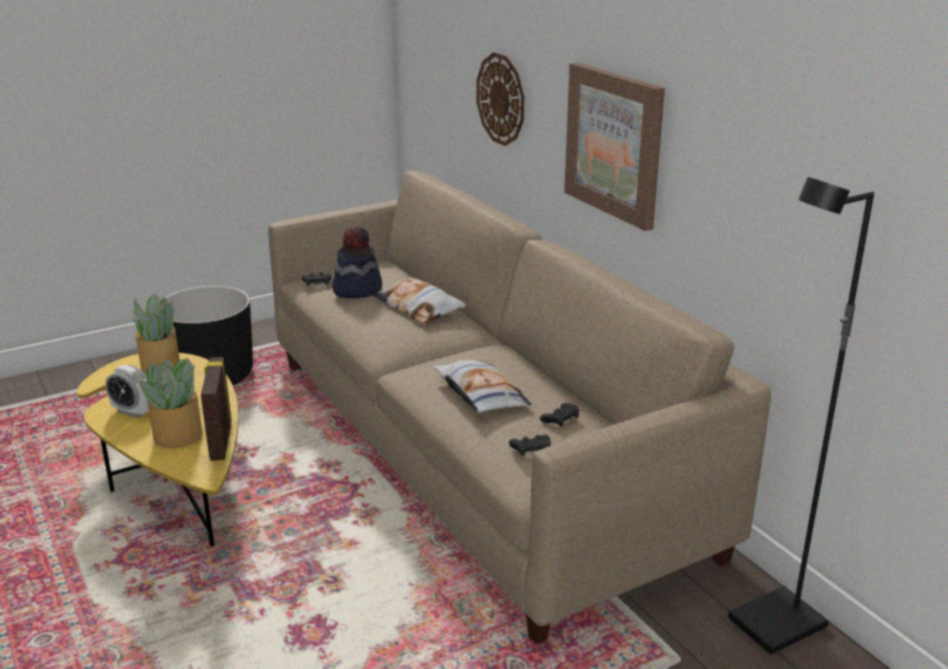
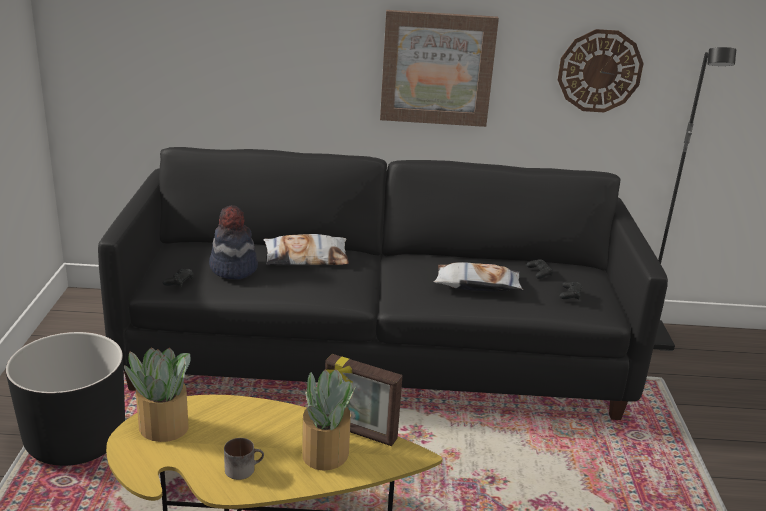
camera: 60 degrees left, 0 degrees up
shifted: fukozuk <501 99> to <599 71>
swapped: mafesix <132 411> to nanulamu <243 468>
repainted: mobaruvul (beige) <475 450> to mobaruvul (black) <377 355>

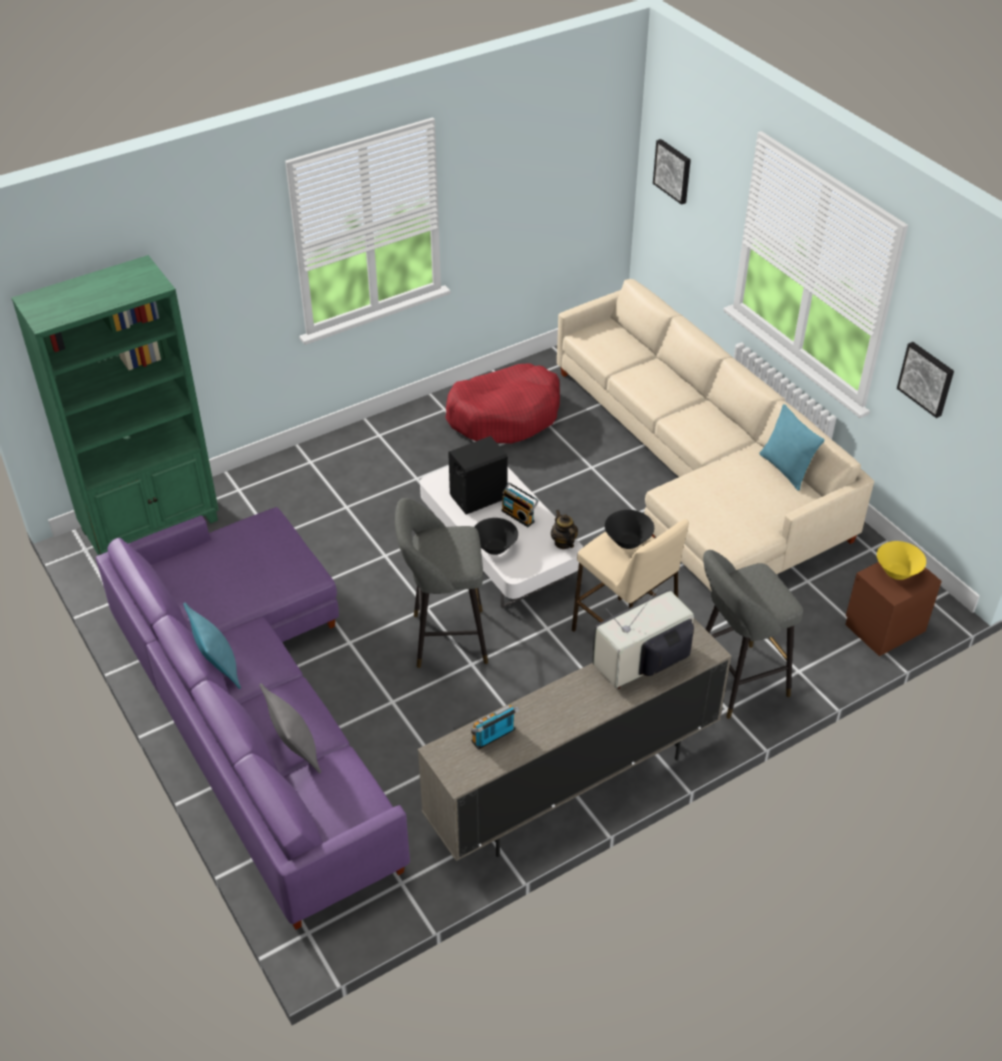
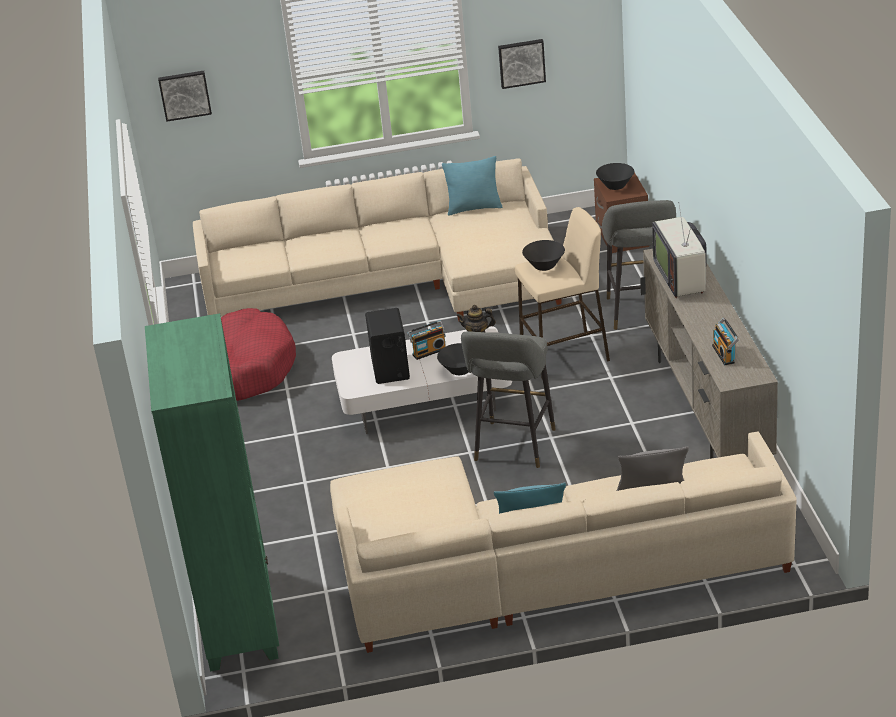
camera: 65 degrees left, 10 degrees down
repainted: mobaruvul (purple) <255 710> to mobaruvul (beige) <538 570>; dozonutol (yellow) <897 572> to dozonutol (black) <615 186>

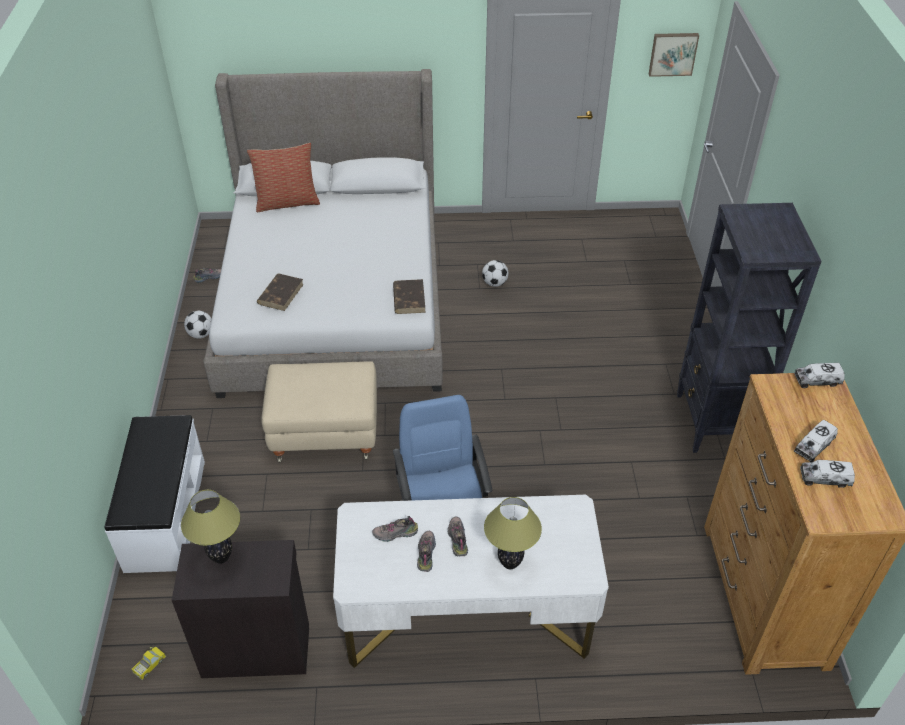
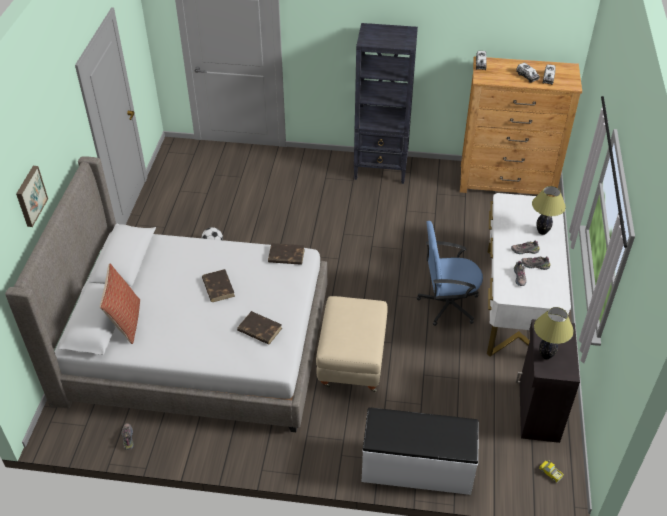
camera: 80 degrees left, 0 degrees up
gone: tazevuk <201 334>
new: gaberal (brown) <218 287>
shifted: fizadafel <672 53> to <30 196>

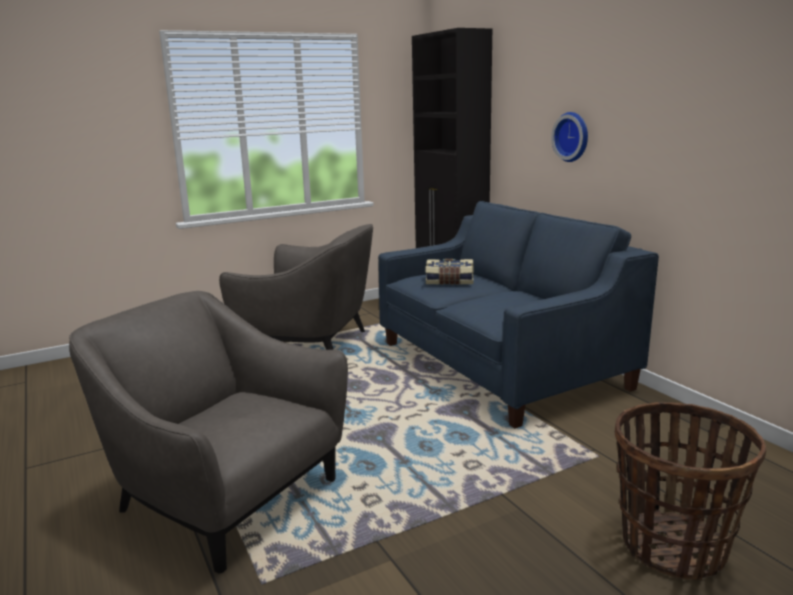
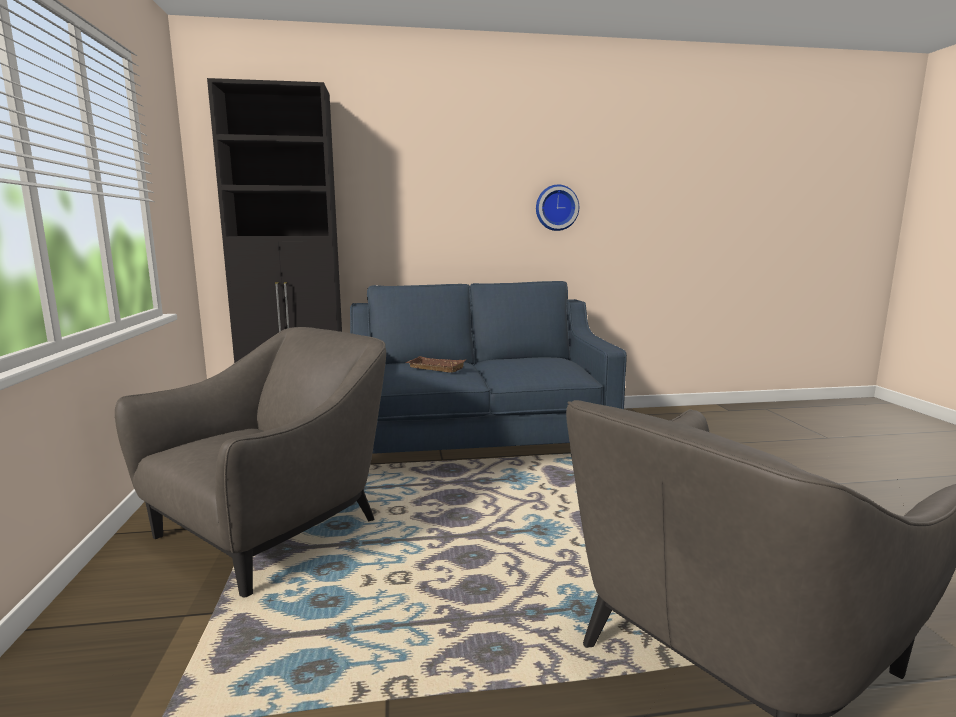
camera: 70 degrees left, 5 degrees down
gone: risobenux <673 546>
shifted: fukozuk <573 137> to <556 208>
swapped: gaberal <449 281> to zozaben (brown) <434 368>

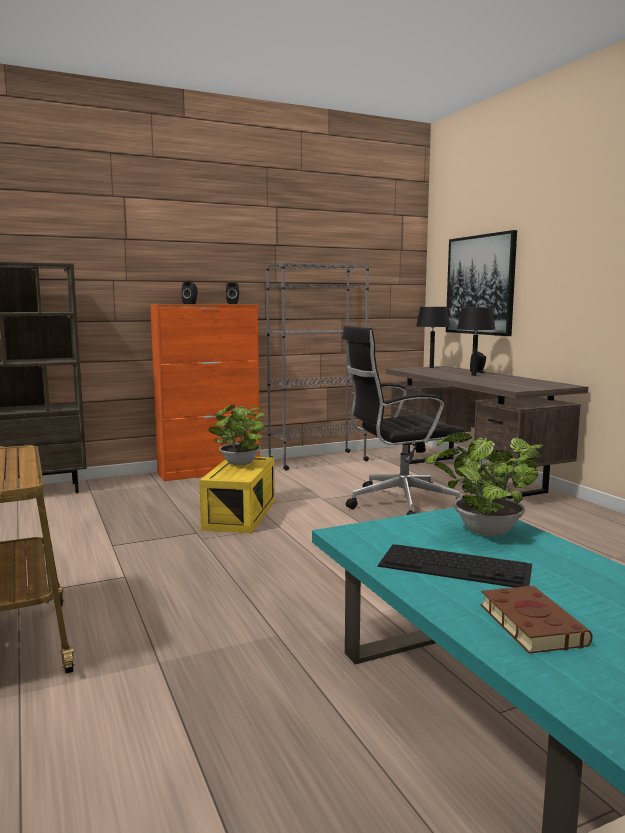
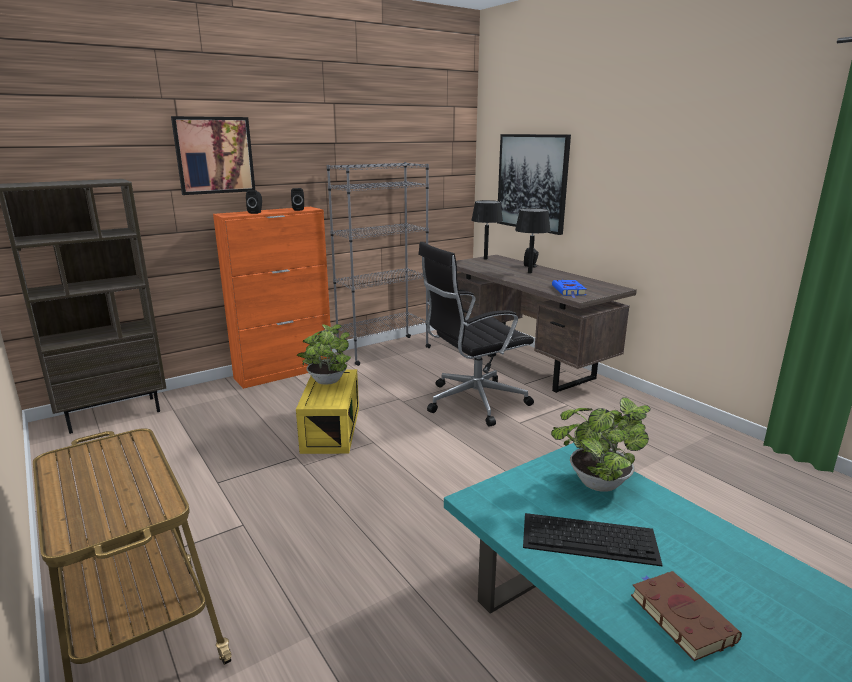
camera: 10 degrees left, 10 degrees up
new: fizadafel <214 155>; gaberal (blue) <569 291>

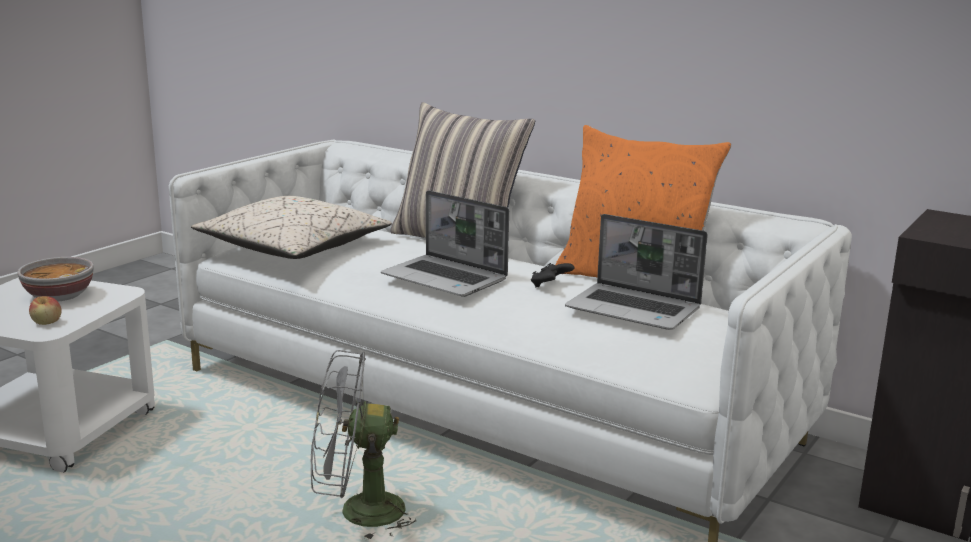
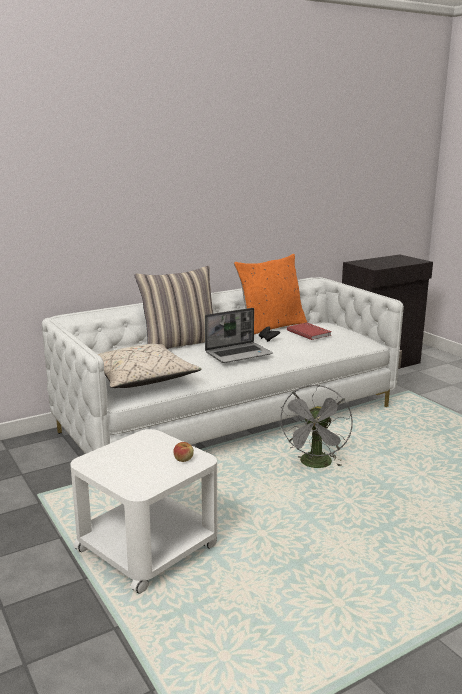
camera: 65 degrees left, 0 degrees up
gone: dozonutol <58 296>
swapped: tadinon <635 309> to gaberal (red) <309 332>

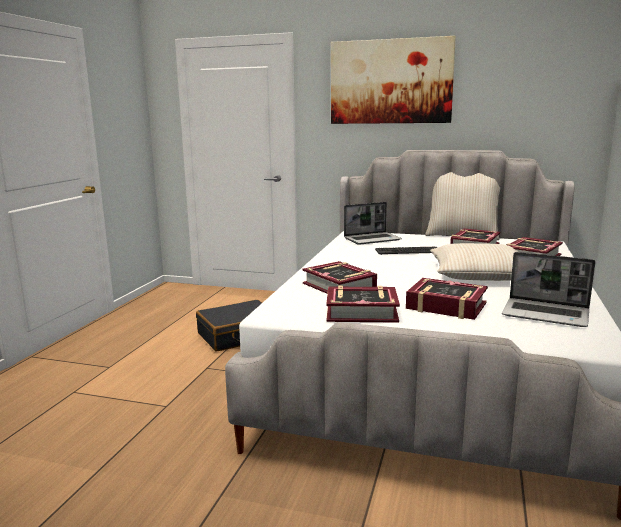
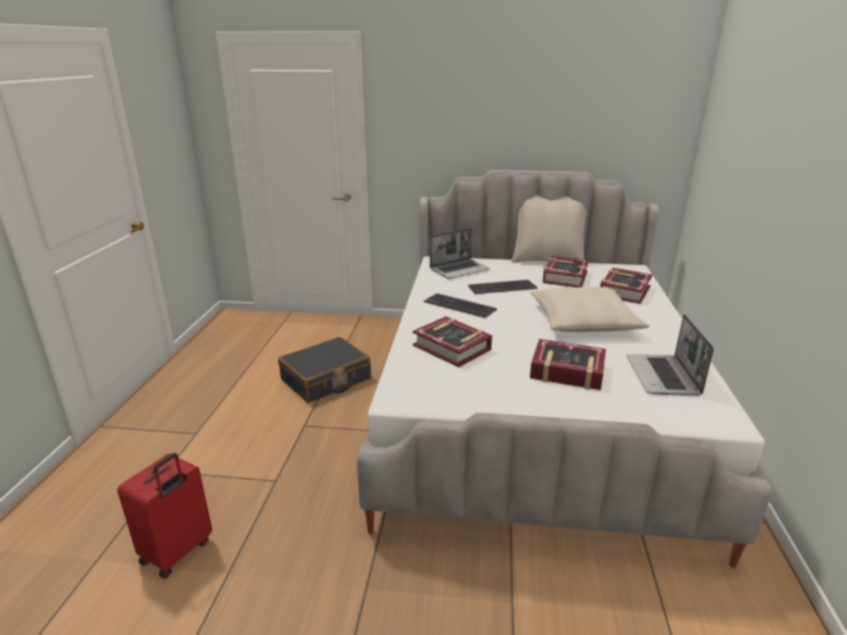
camera: 10 degrees left, 10 degrees up
gone: fizadafel <390 82>; gaberal <361 312>
new: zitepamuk <460 306>; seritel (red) <178 552>
rotated: tadinon <546 314> = <663 377> 75 degrees clockwise

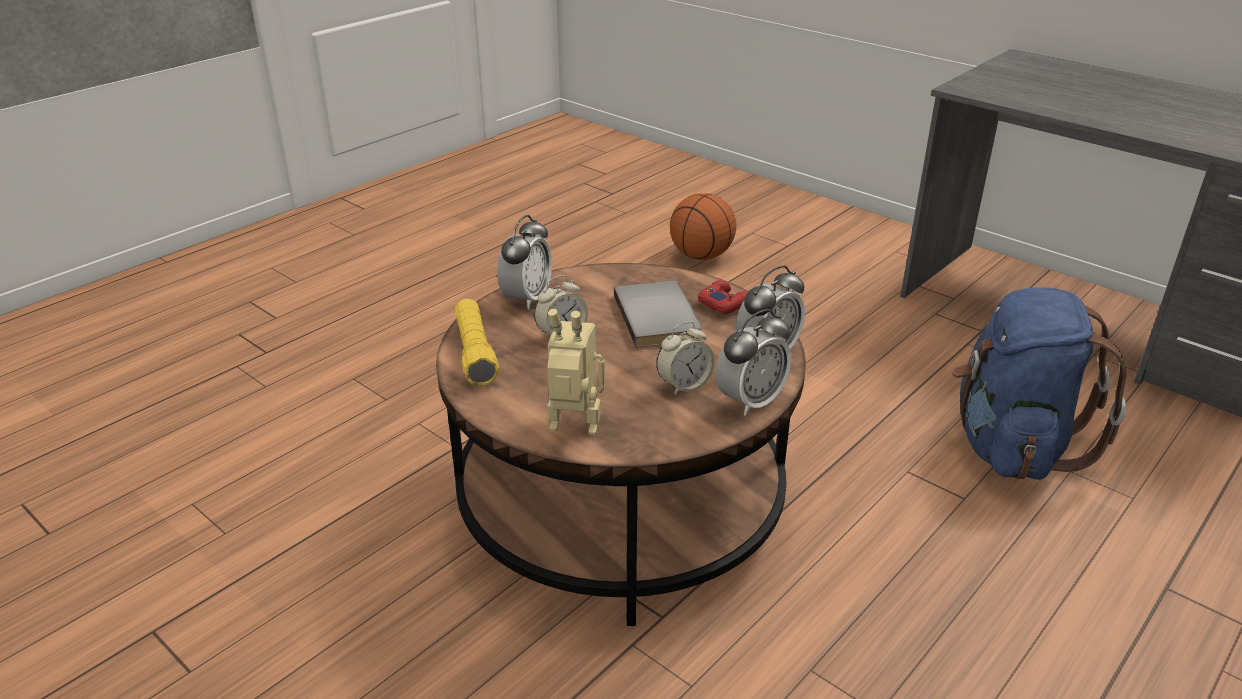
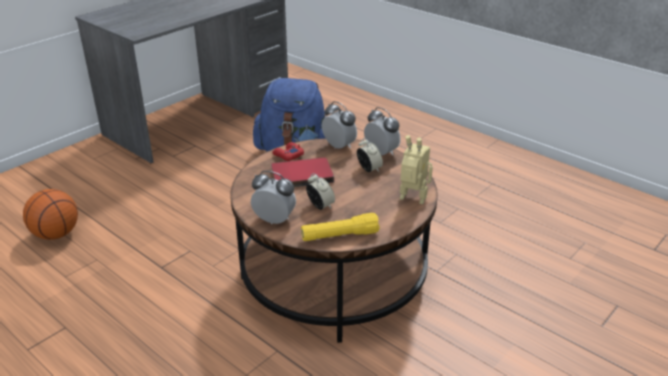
camera: 90 degrees left, 0 degrees up
repainted: gaberal (grey) <660 317> to gaberal (red) <301 174>
rotated: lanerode <573 430> = <411 200> 105 degrees clockwise

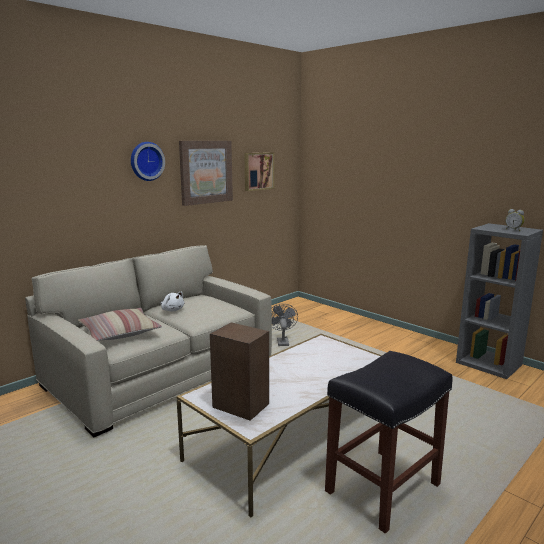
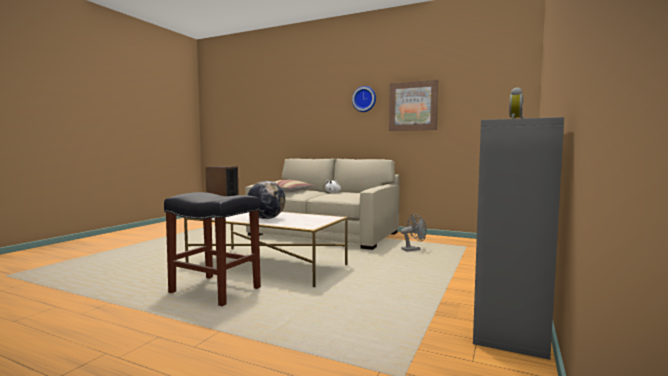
camera: 70 degrees right, 10 degrees down
gone: fizadafel <258 171>
new: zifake <266 218>

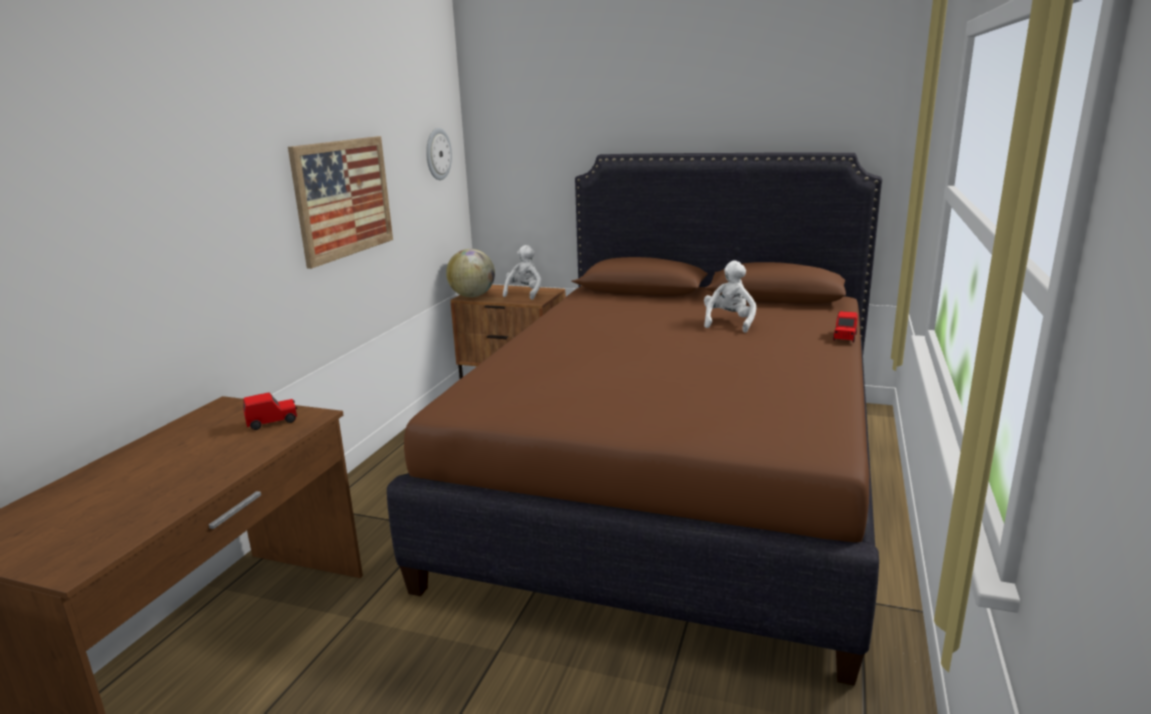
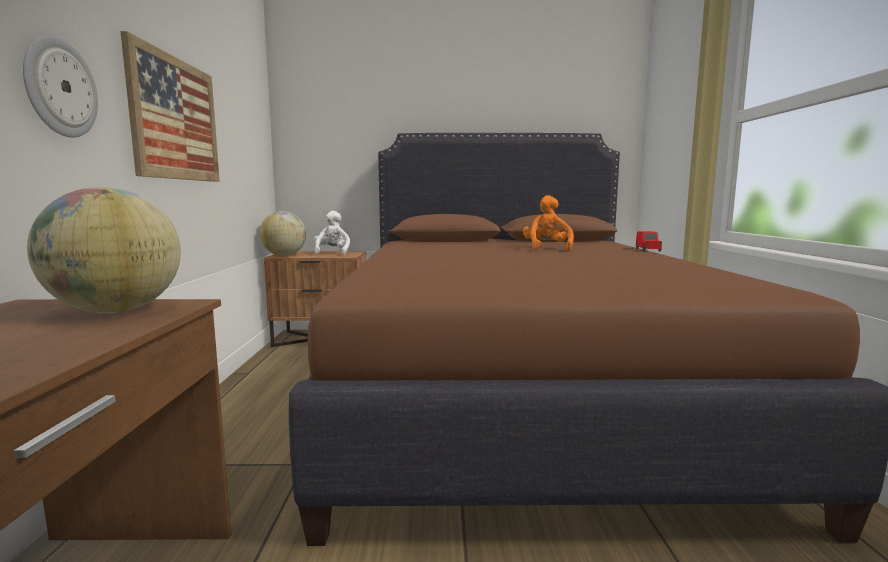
camera: 20 degrees left, 10 degrees down
shifted: fukozuk <437 154> to <60 88>
swapped: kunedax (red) <272 422> to zifake <116 311>
repainted: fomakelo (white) <729 323> to fomakelo (orange) <546 248>

